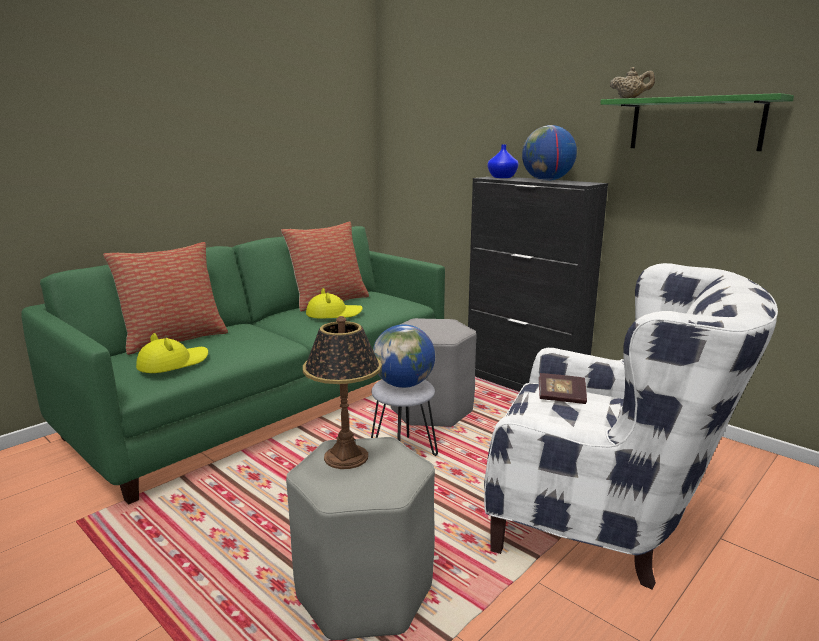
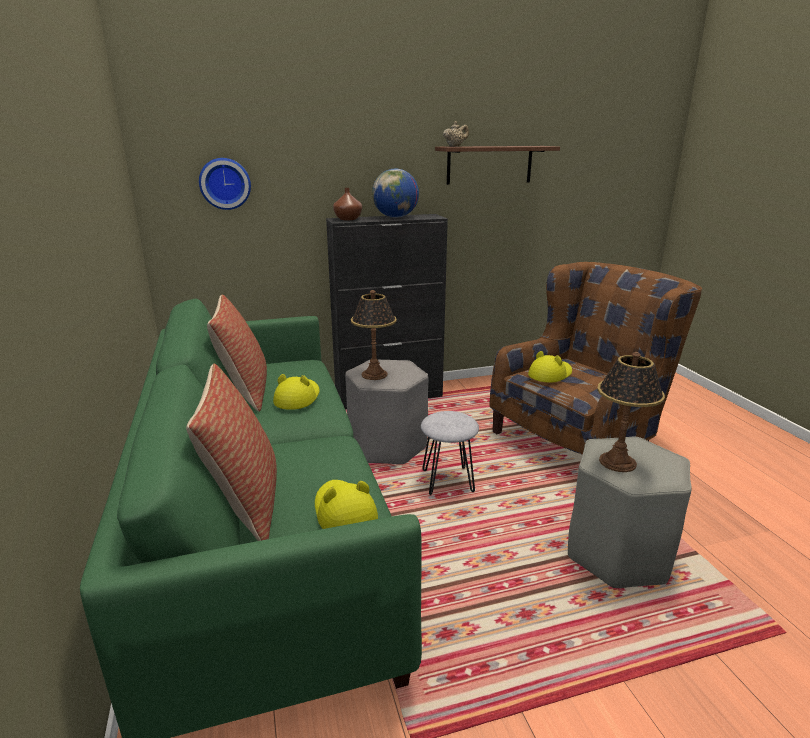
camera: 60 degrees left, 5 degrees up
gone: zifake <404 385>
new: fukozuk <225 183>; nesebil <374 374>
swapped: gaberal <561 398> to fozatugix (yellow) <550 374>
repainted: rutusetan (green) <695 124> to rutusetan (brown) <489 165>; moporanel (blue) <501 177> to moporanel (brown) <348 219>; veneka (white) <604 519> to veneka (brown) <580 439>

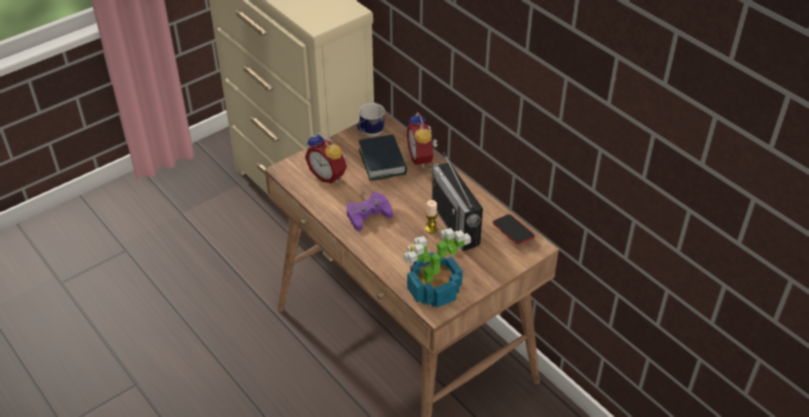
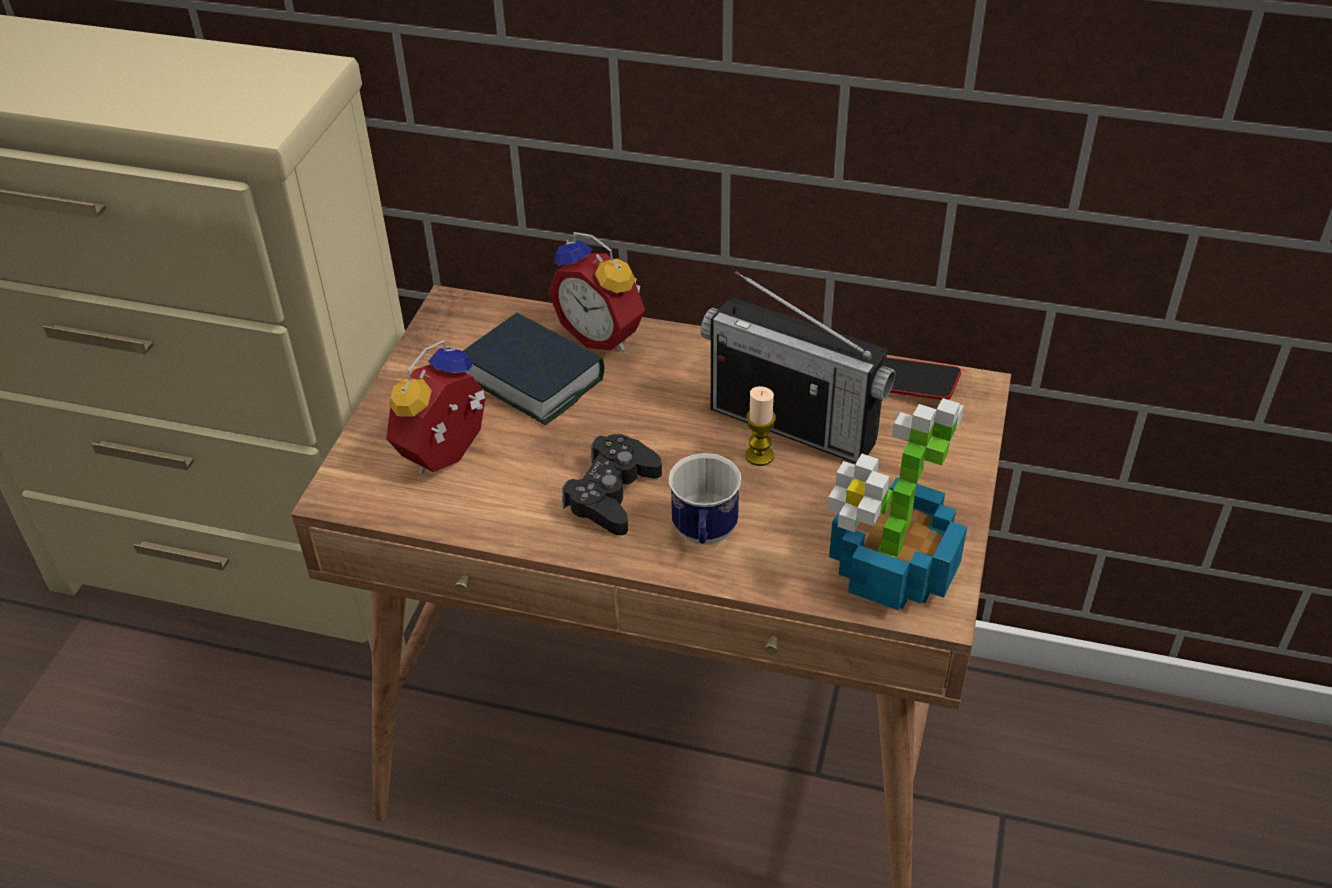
camera: 35 degrees left, 0 degrees up
shifted: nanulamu <369 133> to <704 537>
repainted: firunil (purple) <368 215> to firunil (black) <612 494>
rotated: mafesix <329 175> = <449 456> 120 degrees clockwise

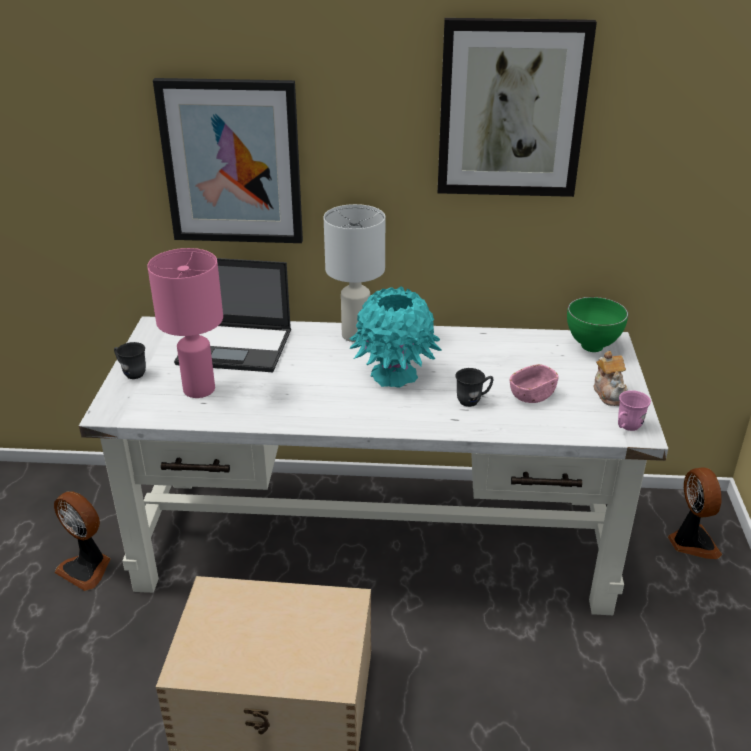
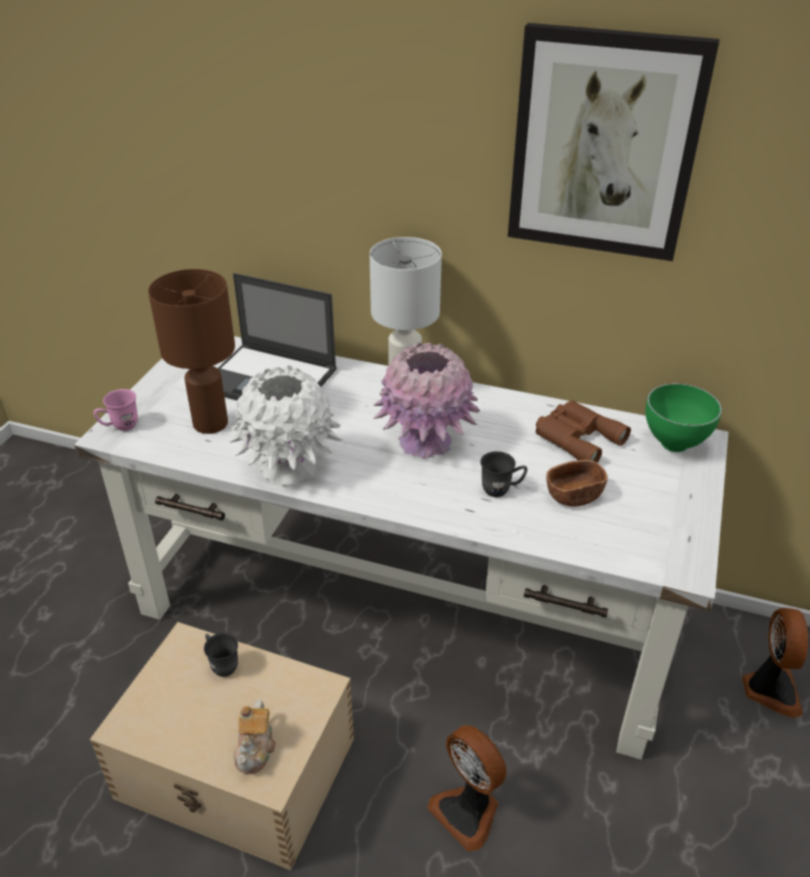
camera: 15 degrees right, 5 degrees up
gone: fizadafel <232 162>
new: moporanel (white) <289 467>; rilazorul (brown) <576 437>
shifted: nanulamu (grey) <131 372> to <221 664>; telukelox <609 393> to <255 749>; nanulamu (pink) <626 427> to <120 426>; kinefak <87 568> to <468 811>
repainted: nesebil (pink) <199 390> to nesebil (brown) <211 424>; moporanel (turquoise) <394 375> to moporanel (pink) <425 441>; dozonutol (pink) <532 395> to dozonutol (brown) <574 495>

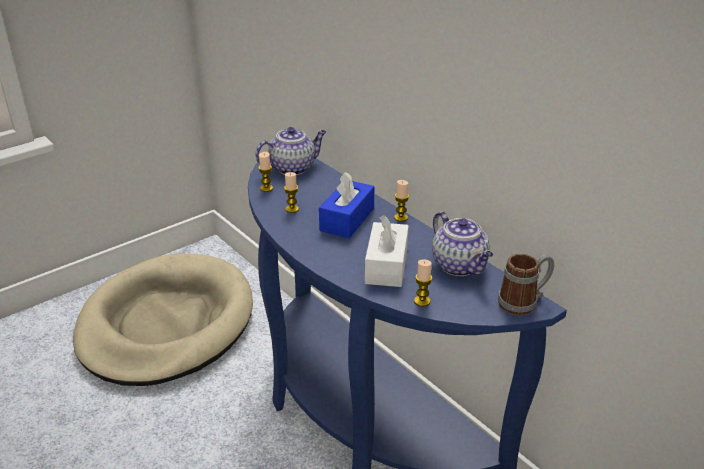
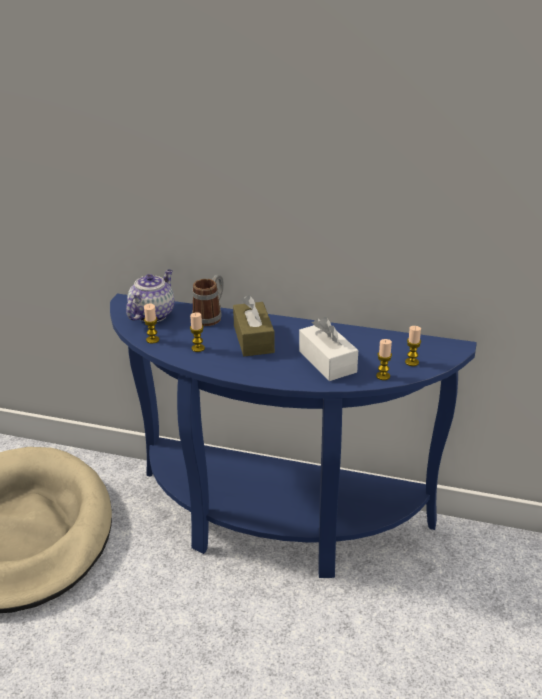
camera: 35 degrees left, 0 degrees up
gone: telukelox <460 266>
shifted: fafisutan <401 217> to <412 362>; nanulamu <523 302> to <210 316>
repainted: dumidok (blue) <347 219> to dumidok (brown) <253 339>

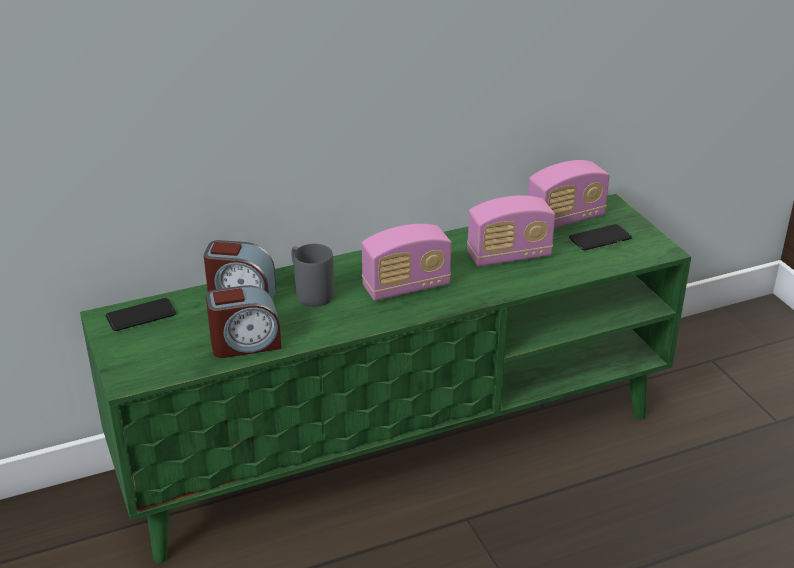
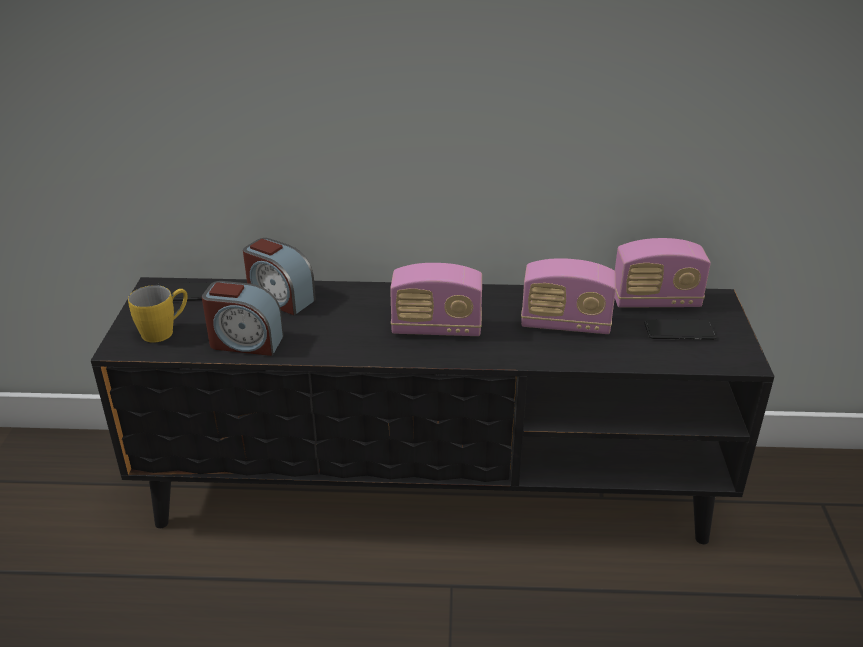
camera: 25 degrees right, 0 degrees up
gone: nanulamu (grey) <310 292>
new: nanulamu (yellow) <165 331>
repainted: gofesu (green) <398 446> to gofesu (black) <433 490>

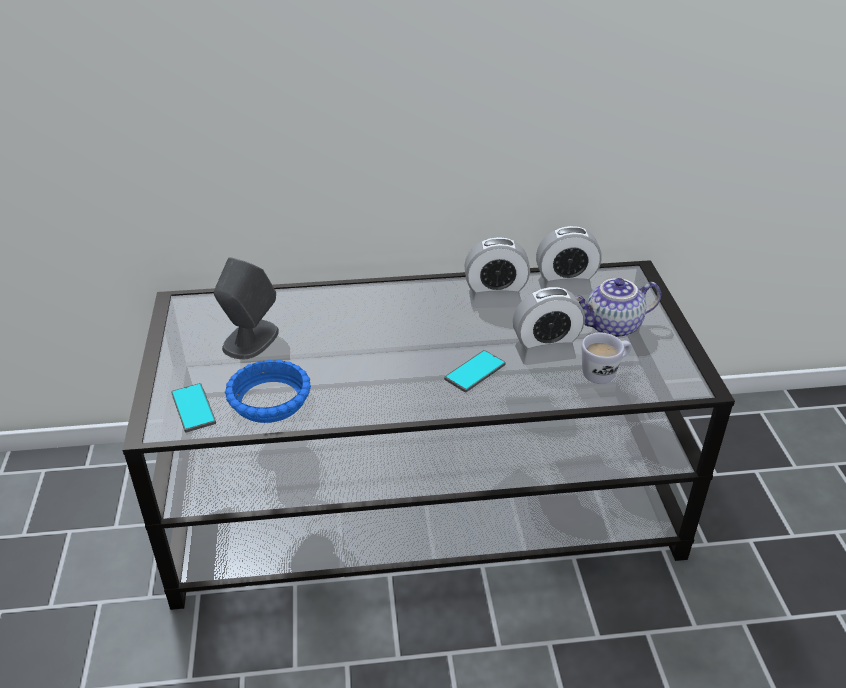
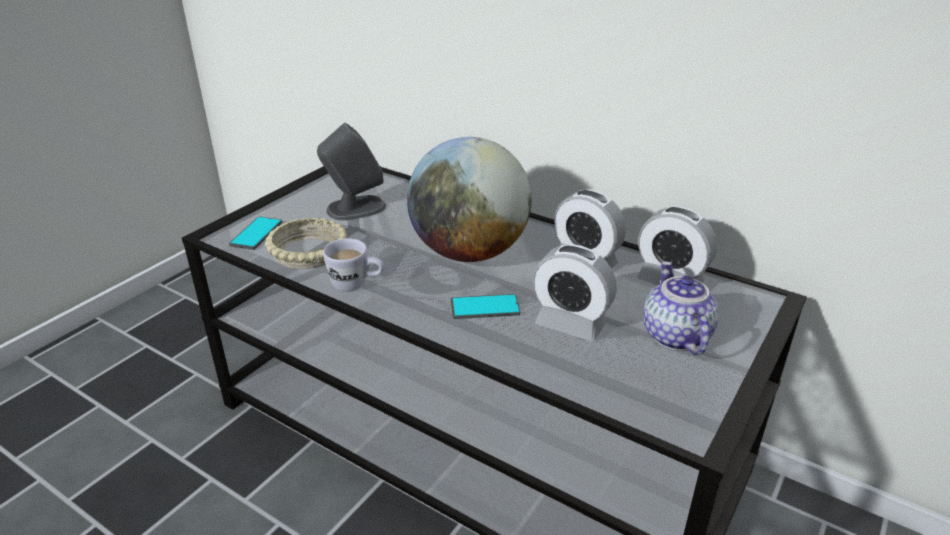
camera: 40 degrees right, 5 degrees down
new: zifake <469 252>
shifted: nanulamu (white) <604 373> to <356 285>
repainted: dozonutol (blue) <269 400> to dozonutol (beige) <307 252>
rotated: telukelox <612 328> = <673 335> 60 degrees clockwise

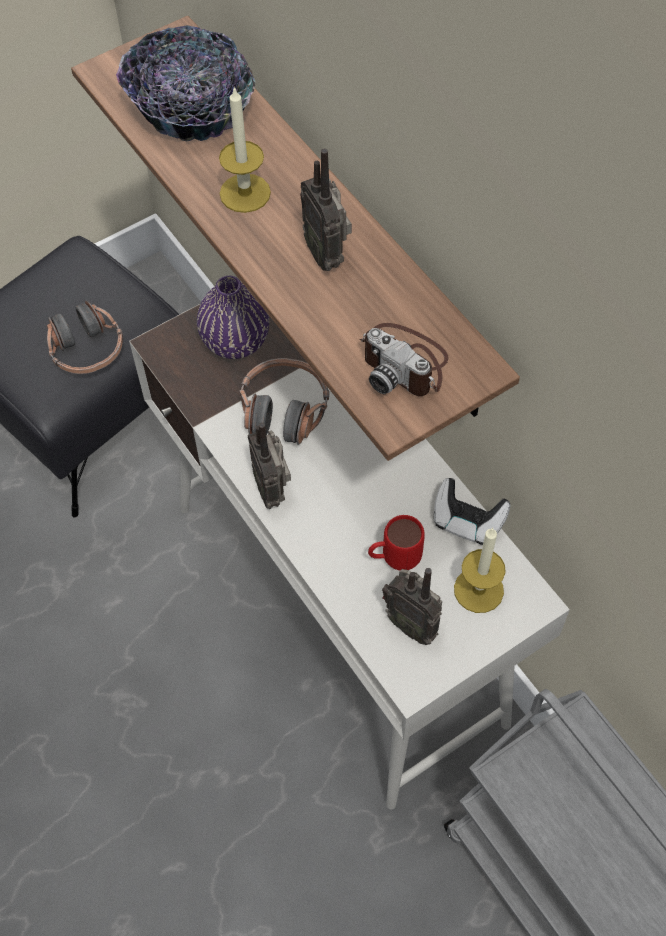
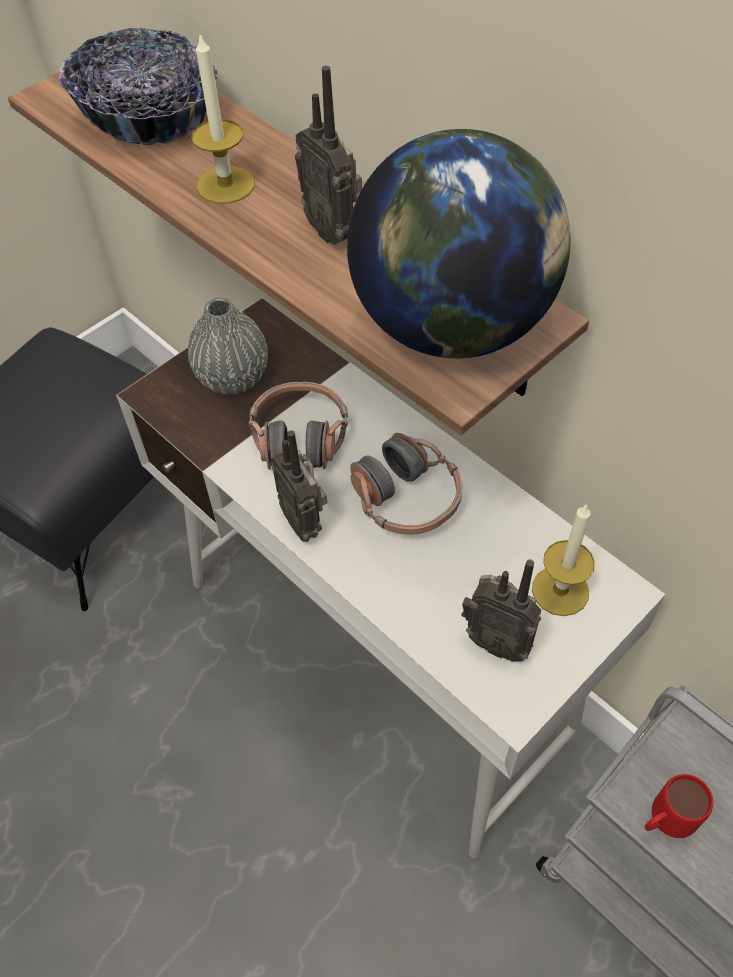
camera: 10 degrees left, 5 degrees down
gone: firunil <467 521>
shifted: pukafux <86 349> to <406 499>; nanulamu (red) <394 560> to <663 823>
swapped: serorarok <405 363> to zifake <453 325>
repainted: moporanel (purple) <235 341> to moporanel (grey) <232 378>

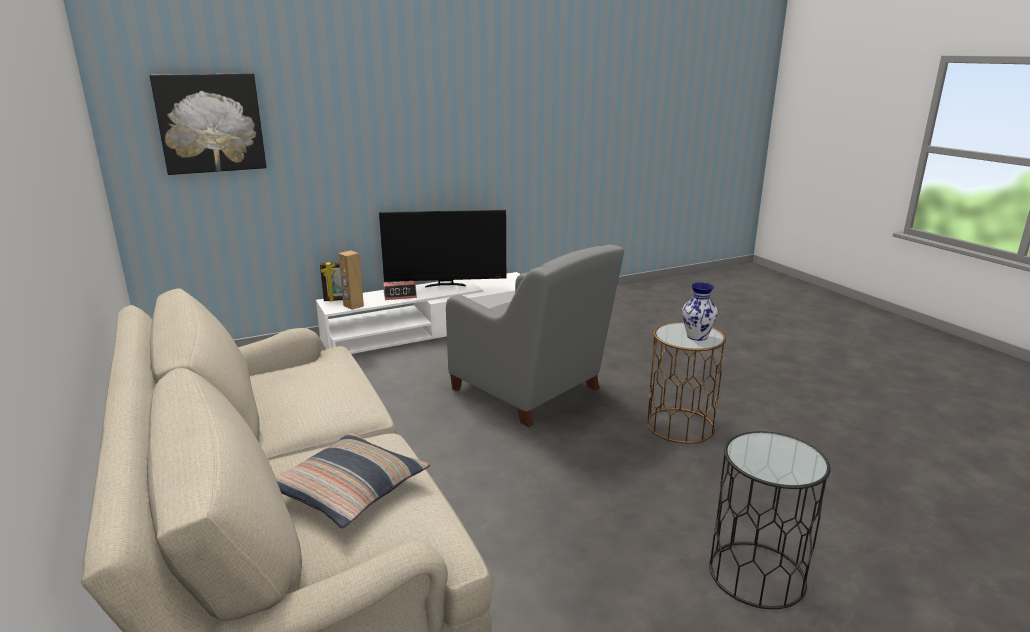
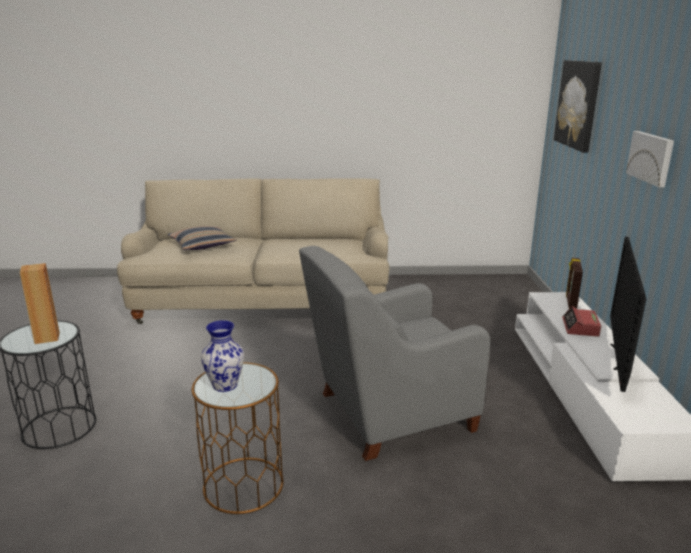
camera: 115 degrees right, 0 degrees up
new: fizadafel <651 158>
shifted: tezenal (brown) <353 306> to <47 338>

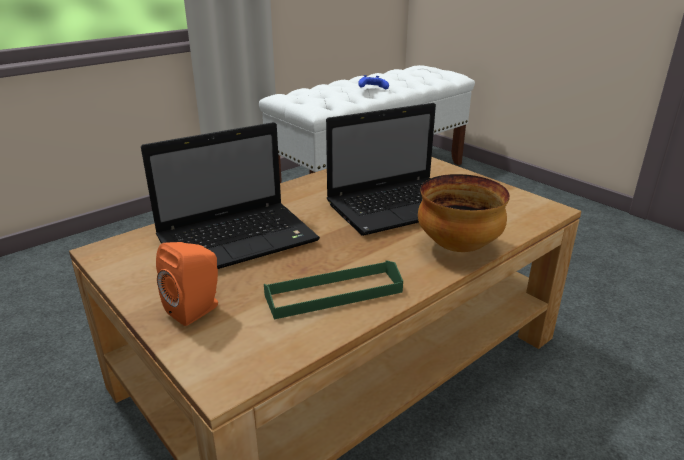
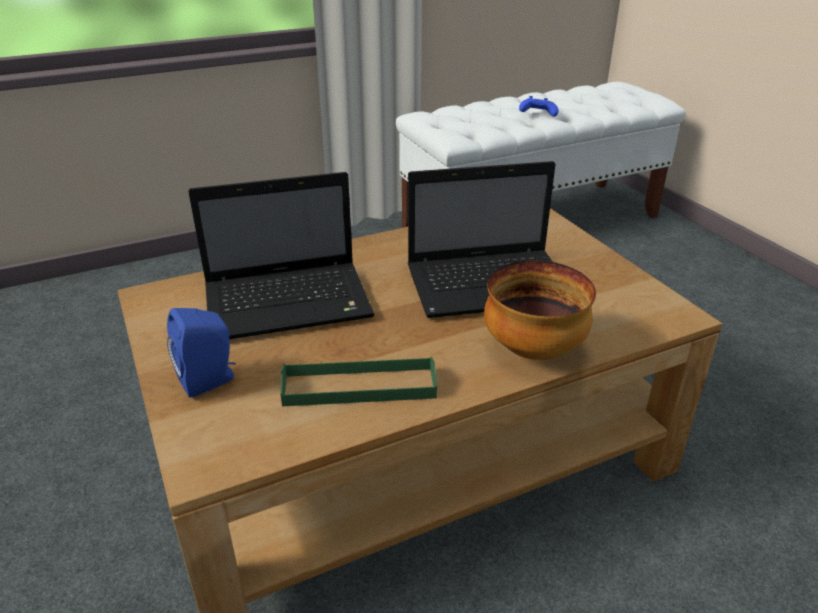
camera: 15 degrees right, 5 degrees up
repainted: tezenal (orange) <197 309> to tezenal (blue) <210 380>

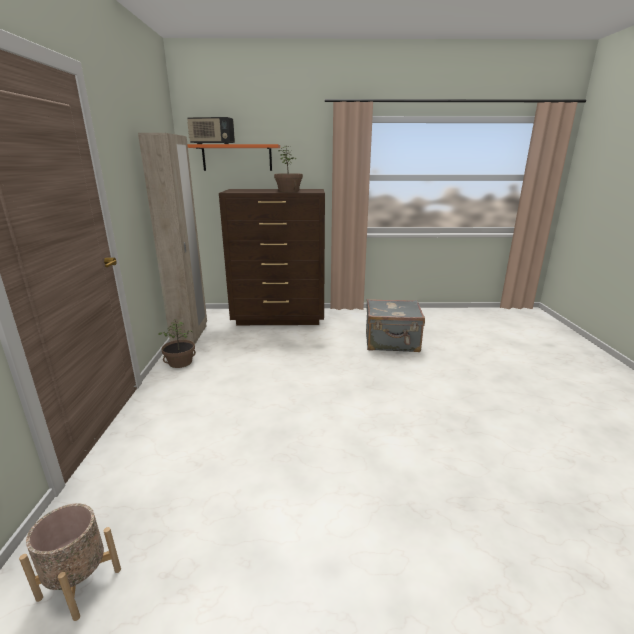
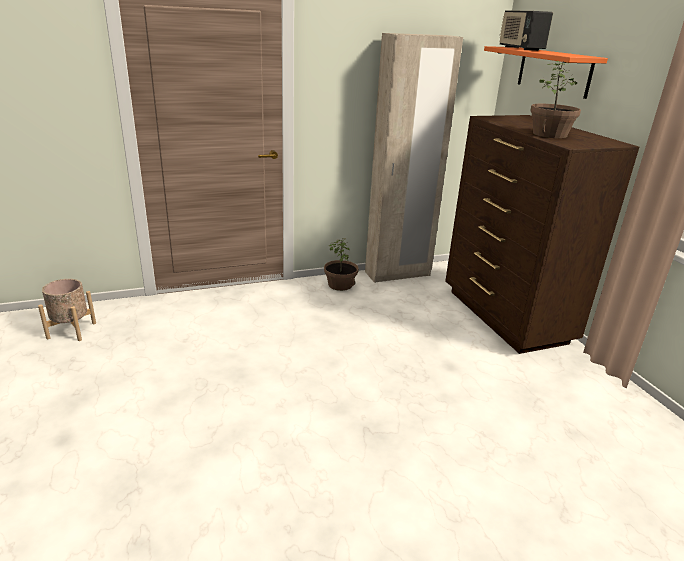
camera: 70 degrees right, 5 degrees up
gone: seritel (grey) <392 342>

